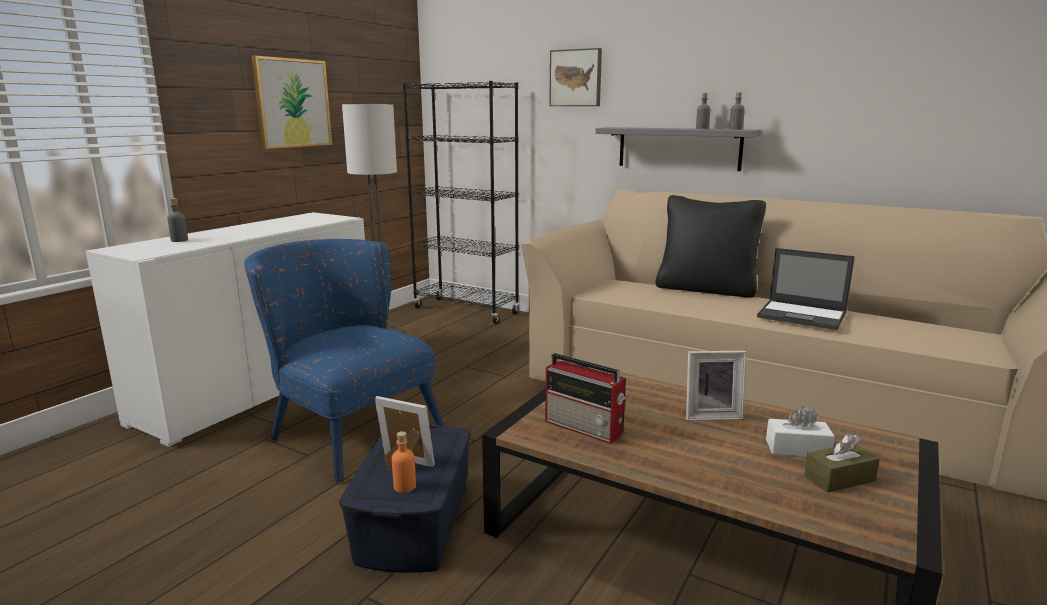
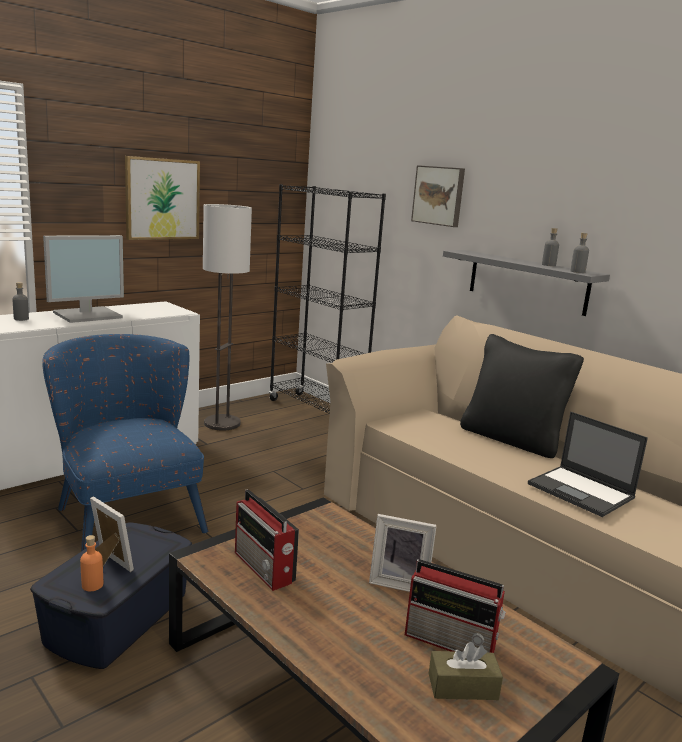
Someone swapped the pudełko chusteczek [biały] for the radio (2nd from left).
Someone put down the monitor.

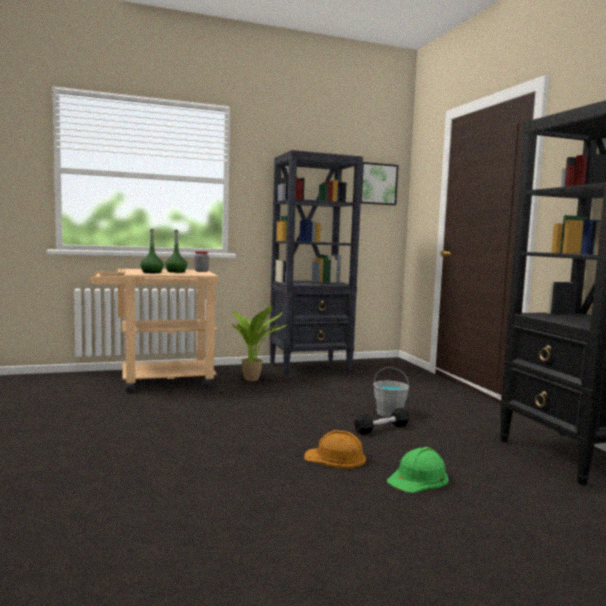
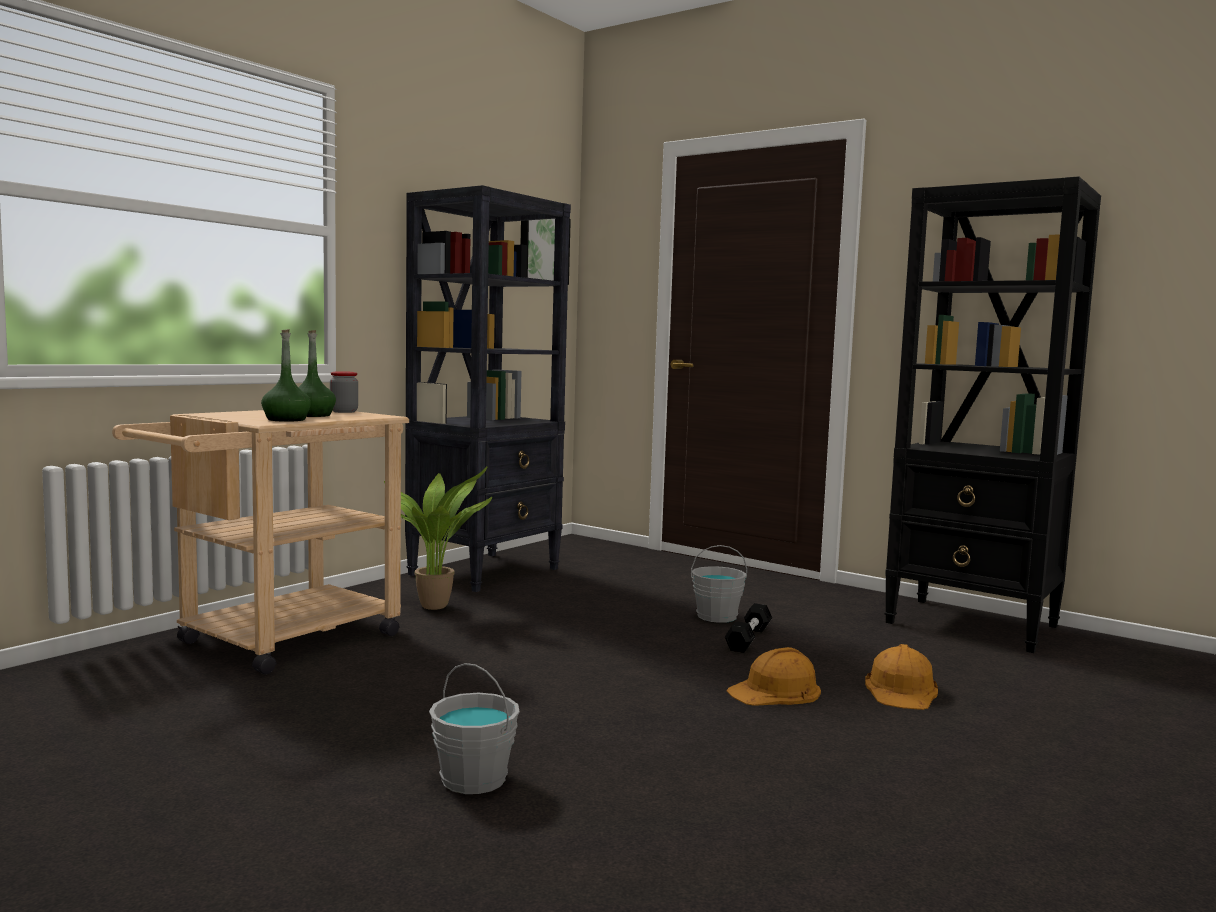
Someone repainted the kask [zielony], which became the kask [pomarańczowy] (2nd from left).
Someone put down the wiadro [szary] (1st from left).

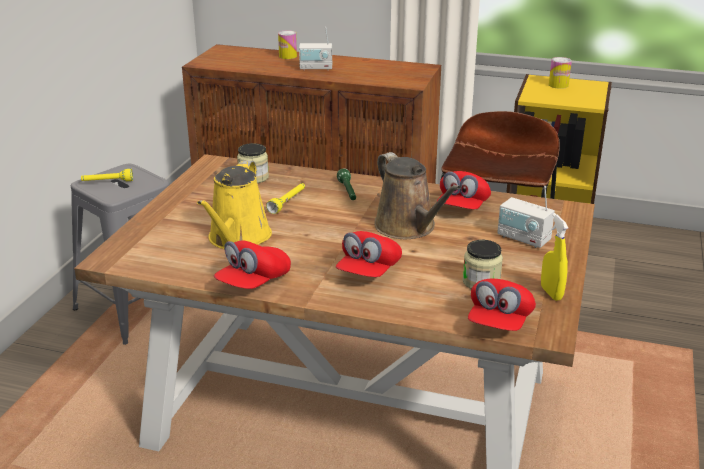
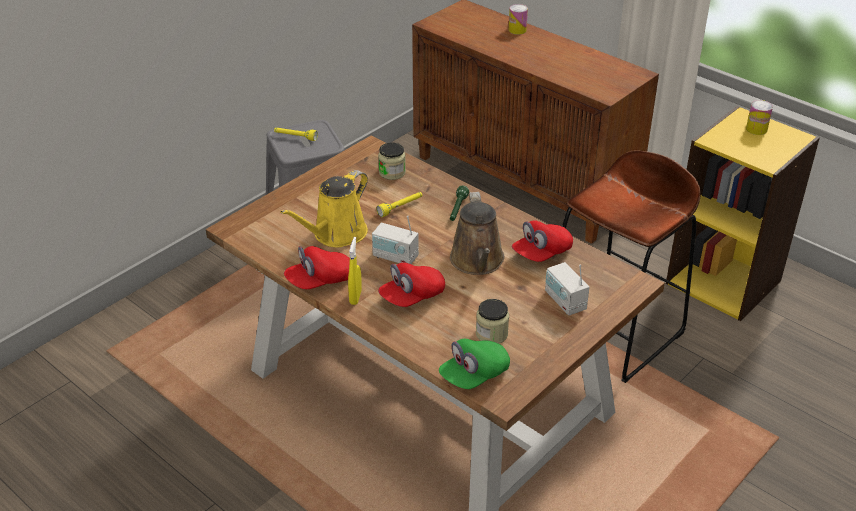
Someone carried the radio (1st from left).
Someone carried the spryskiwacz [żółty].
Someone repainted the czapka z daszkiem [czerwony] (4th from left), which became the czapka z daszkiem [zielony].

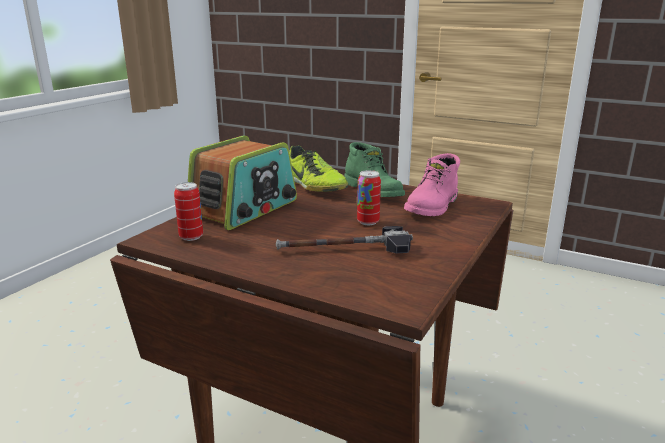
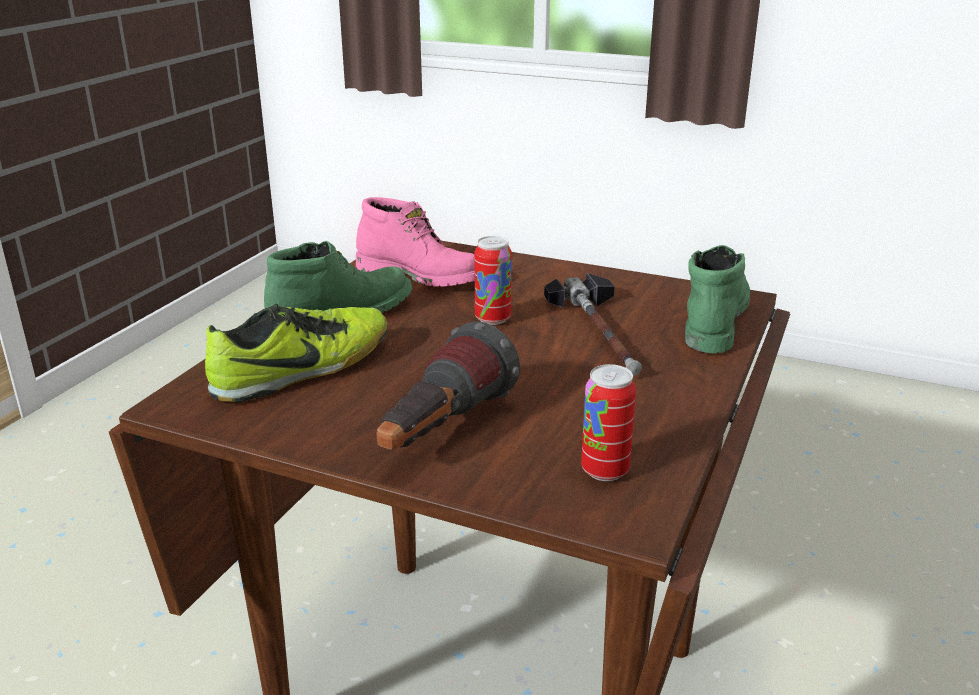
Someone swapped the radio for the latarka.
Someone put down the but z cholewką [zielony] (2nd from left).

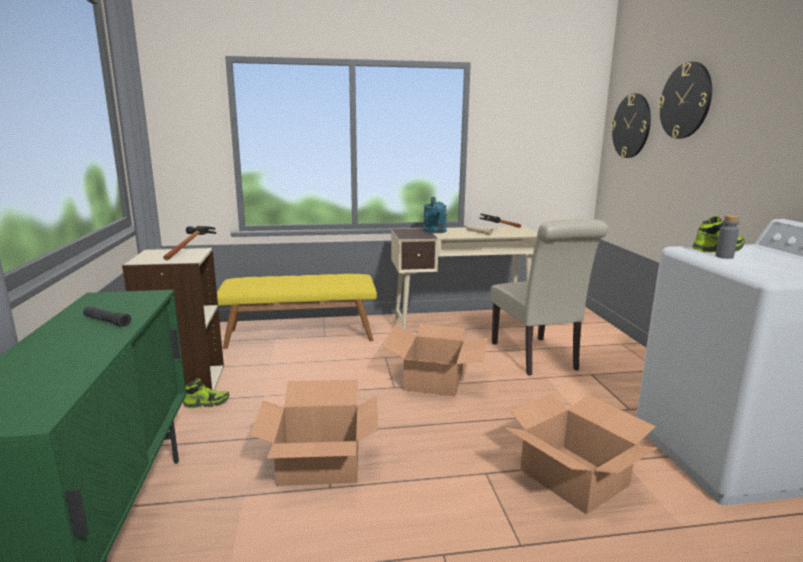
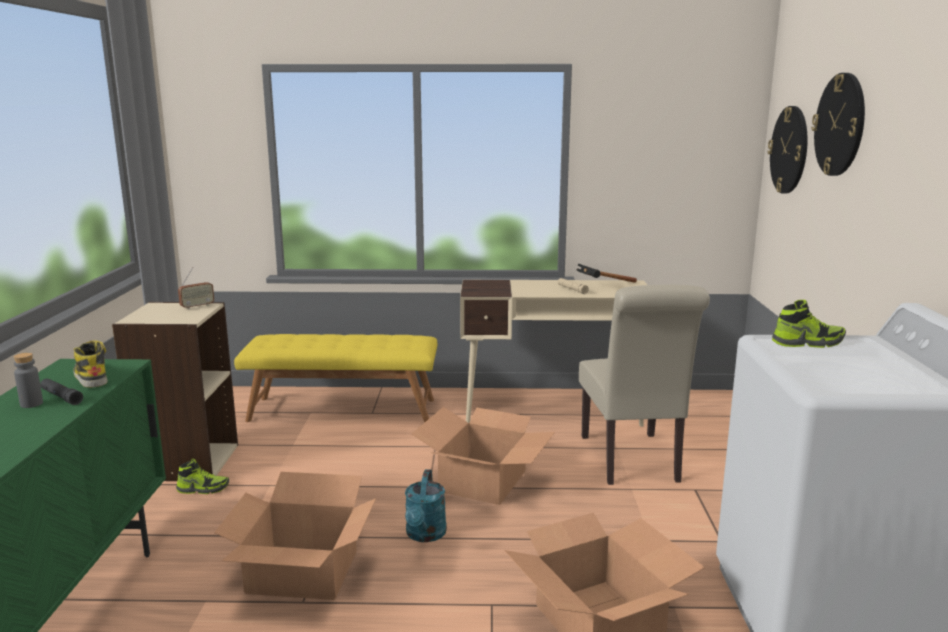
Someone carried the konewka [turkusowy].
Someone carried the butelka [szary].
Someone swapped the młotek (1st from left) for the radio.
Someone put down the but z cholewką.

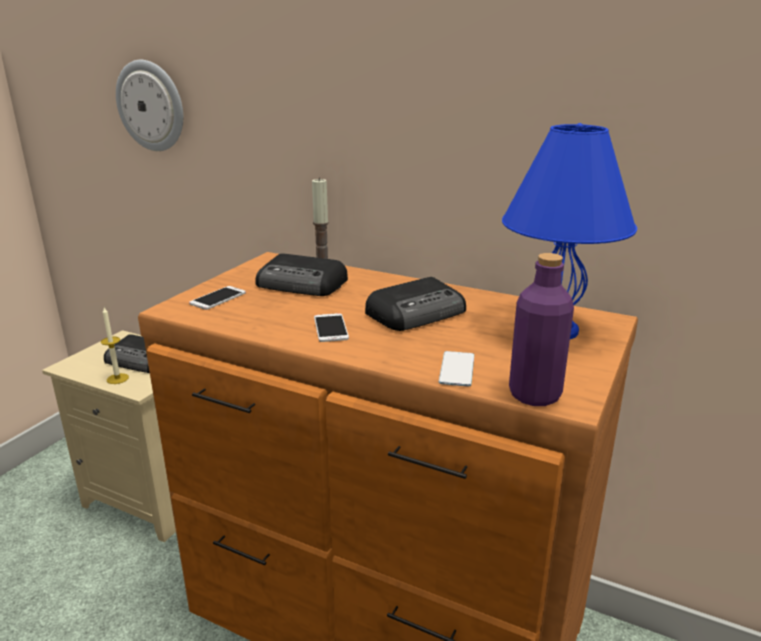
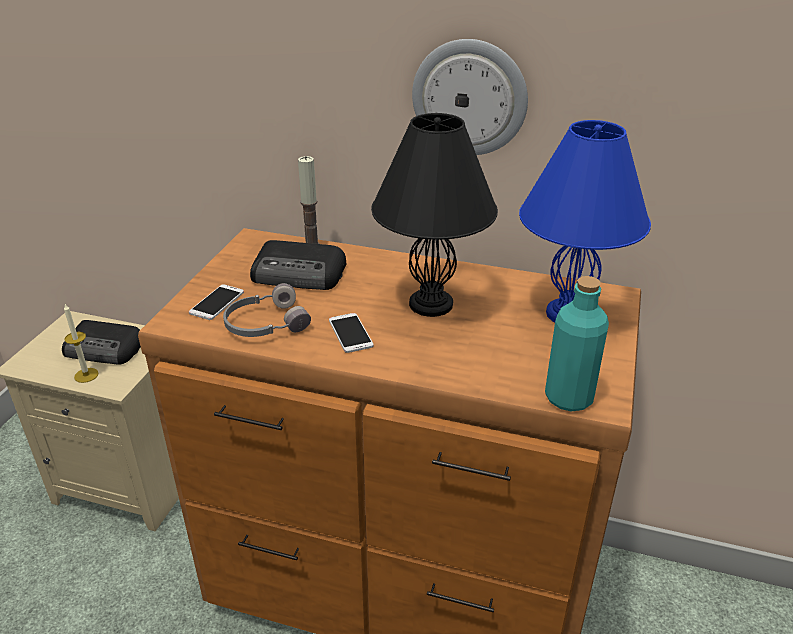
Someone carried the zegar ścienny.
Someone repainted the butelka [fioletowy], which became the butelka [turkusowy].
Someone swapped the radio (3rd from left) for the lampa stołowa [czarny].
Someone took away the telefon (3rd from left).
Someone put down the słuchawki [szary].

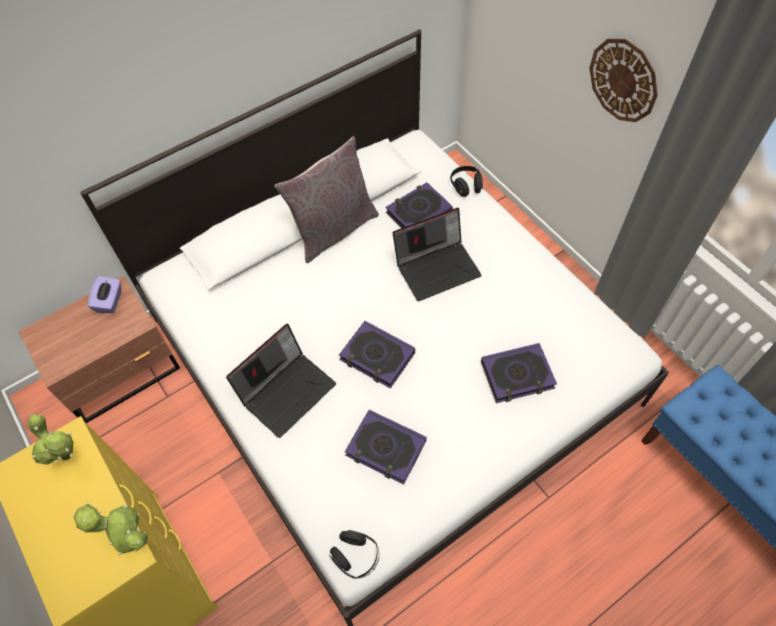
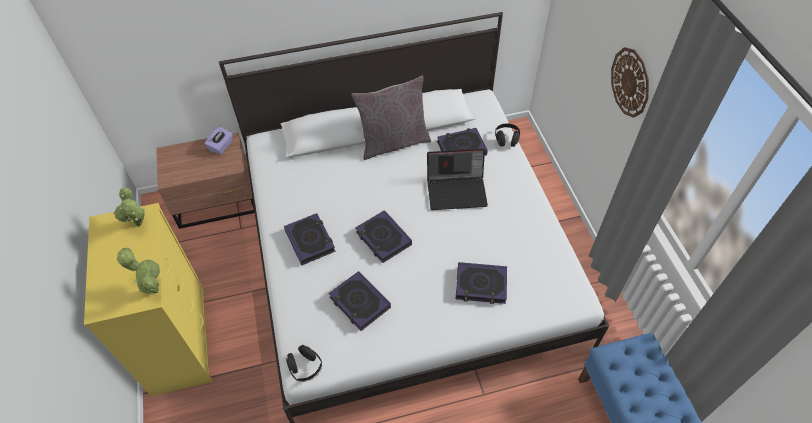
Someone swapped the laptop (1st from left) for the książka (1st from left).

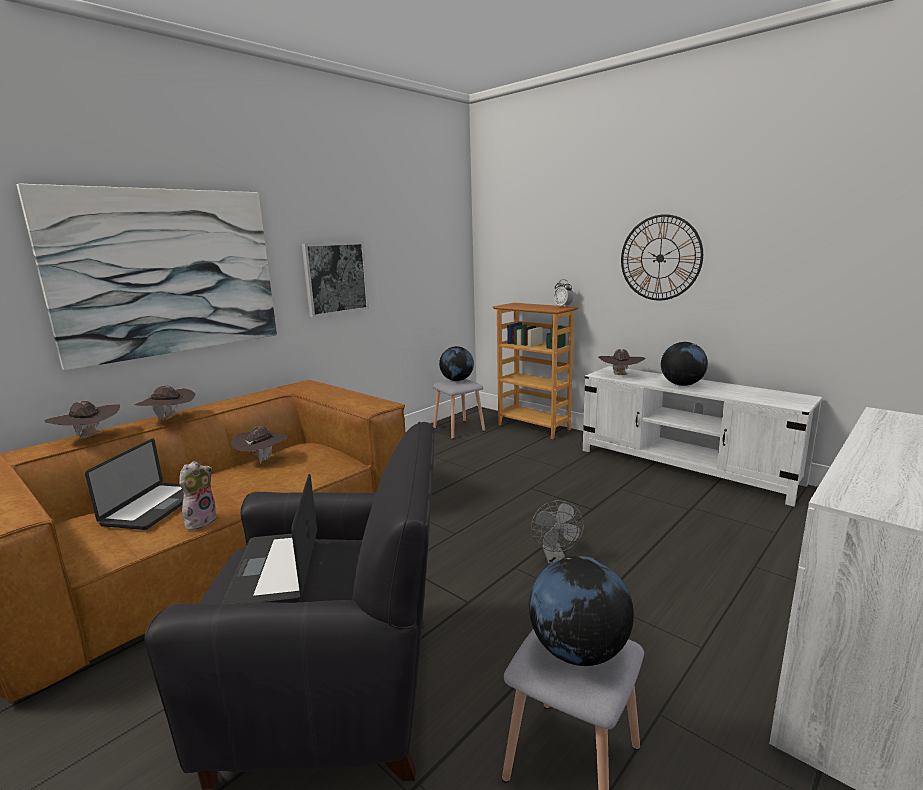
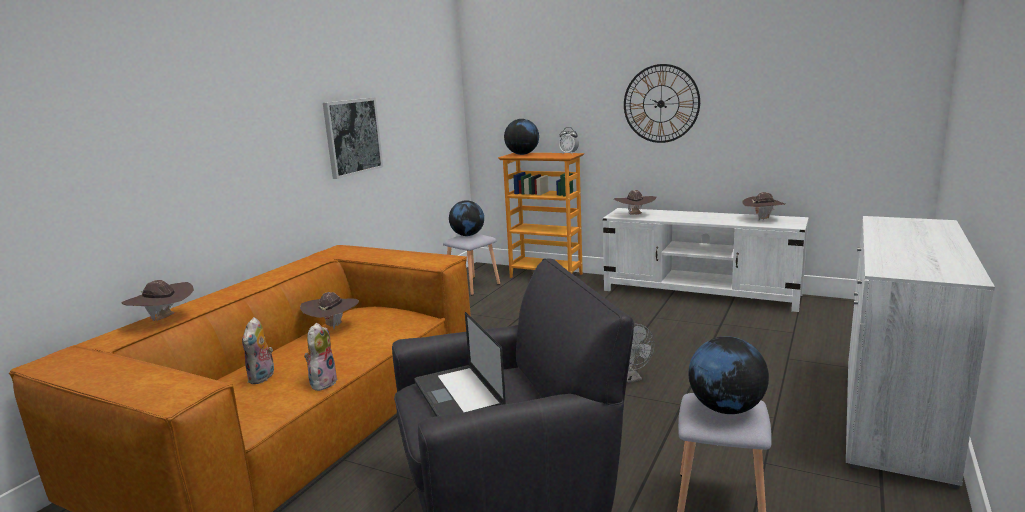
Someone took away the obraz (1st from left).
Someone carried the globus (3rd from left in the first image).
Someone carried the kapelusz [brązowy] (2nd from left in the first image).
Someone swapped the laptop (1st from left) for the pluszak (1st from left).

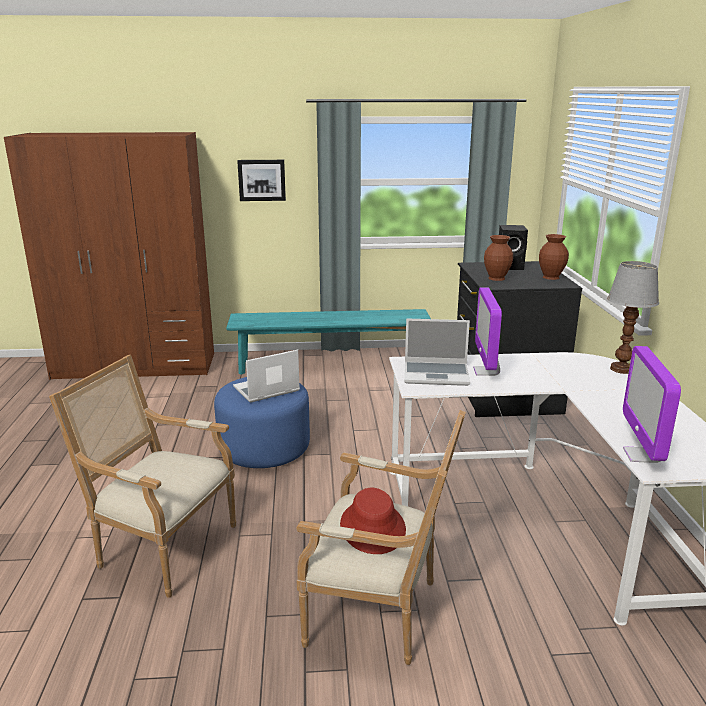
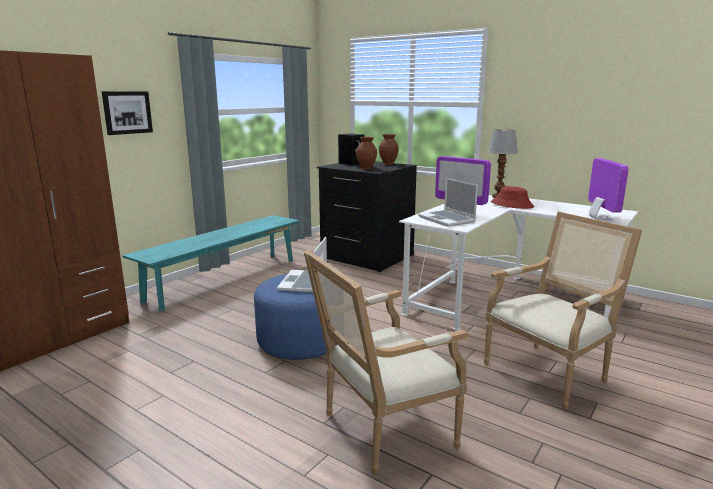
Someone rotated the laptop (2nd from left) by 105 degrees clockwise.
Someone rotated the monitor (2nd from left) by 135 degrees counterclockwise.
Someone carried the kapelusz [czerwony].

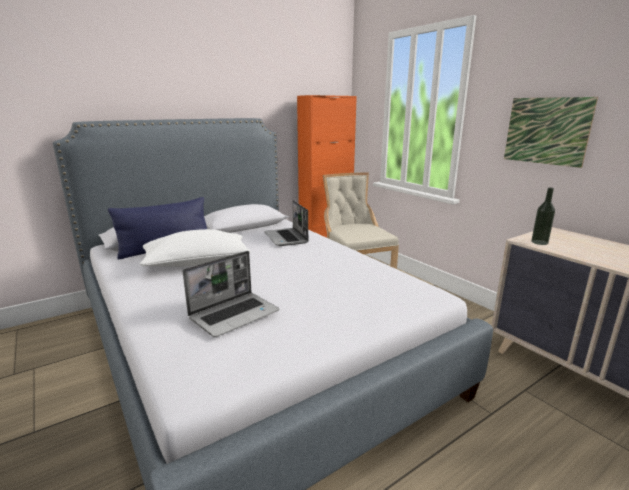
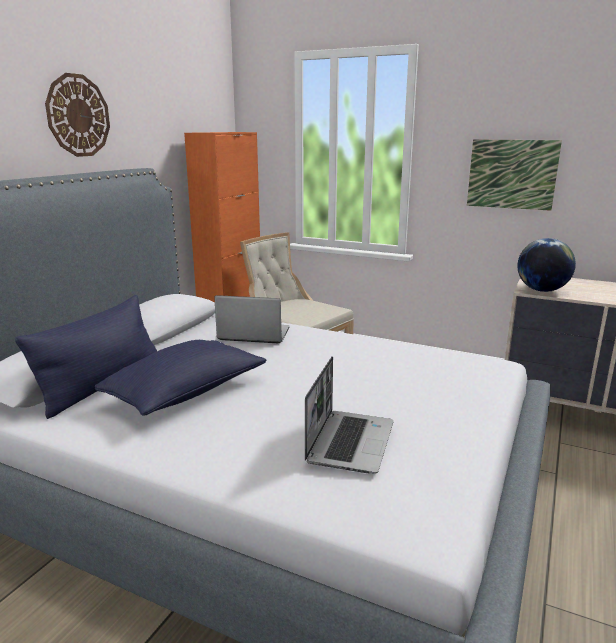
Someone swapped the butelka for the globus.
Someone rotated the laptop (2nd from left in the first image) by 150 degrees clockwise.
Someone repainted the poduszka [biały], which became the poduszka [niebieski] (2nd from left).
Someone put up the zegar ścienny.

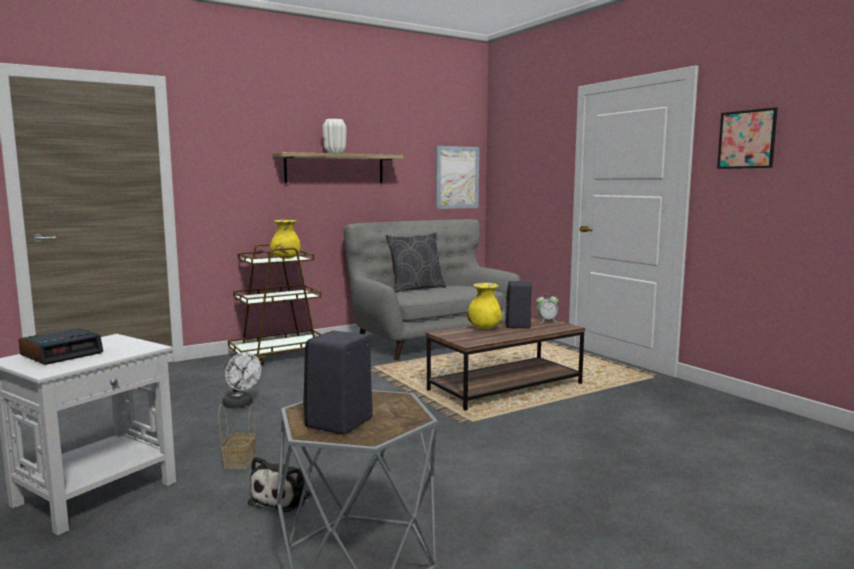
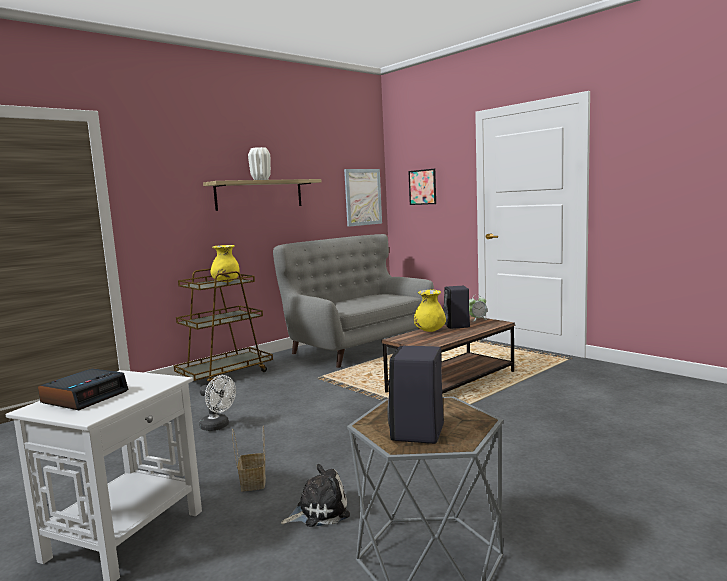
Someone carried the obraz (2nd from left).
Someone took away the poduszka [szary].
Someone rotated the pluszak by 120 degrees counterclockwise.

